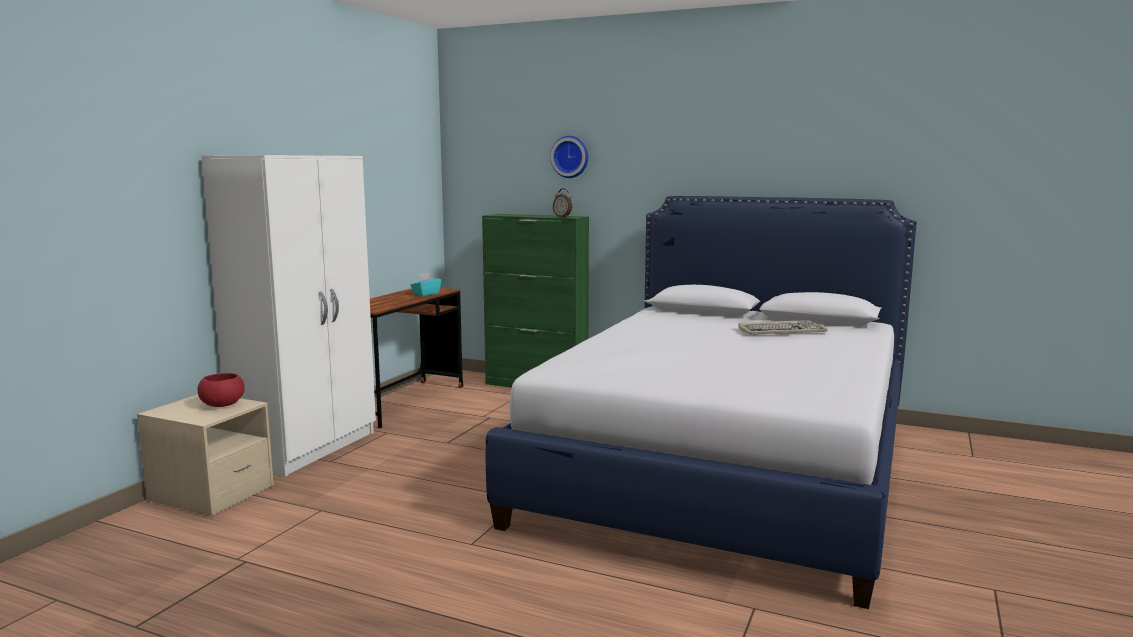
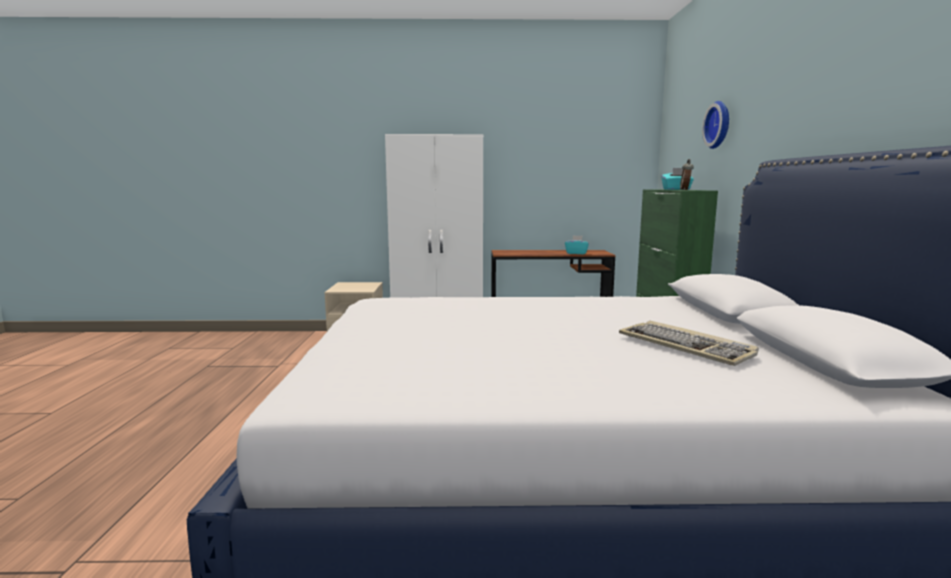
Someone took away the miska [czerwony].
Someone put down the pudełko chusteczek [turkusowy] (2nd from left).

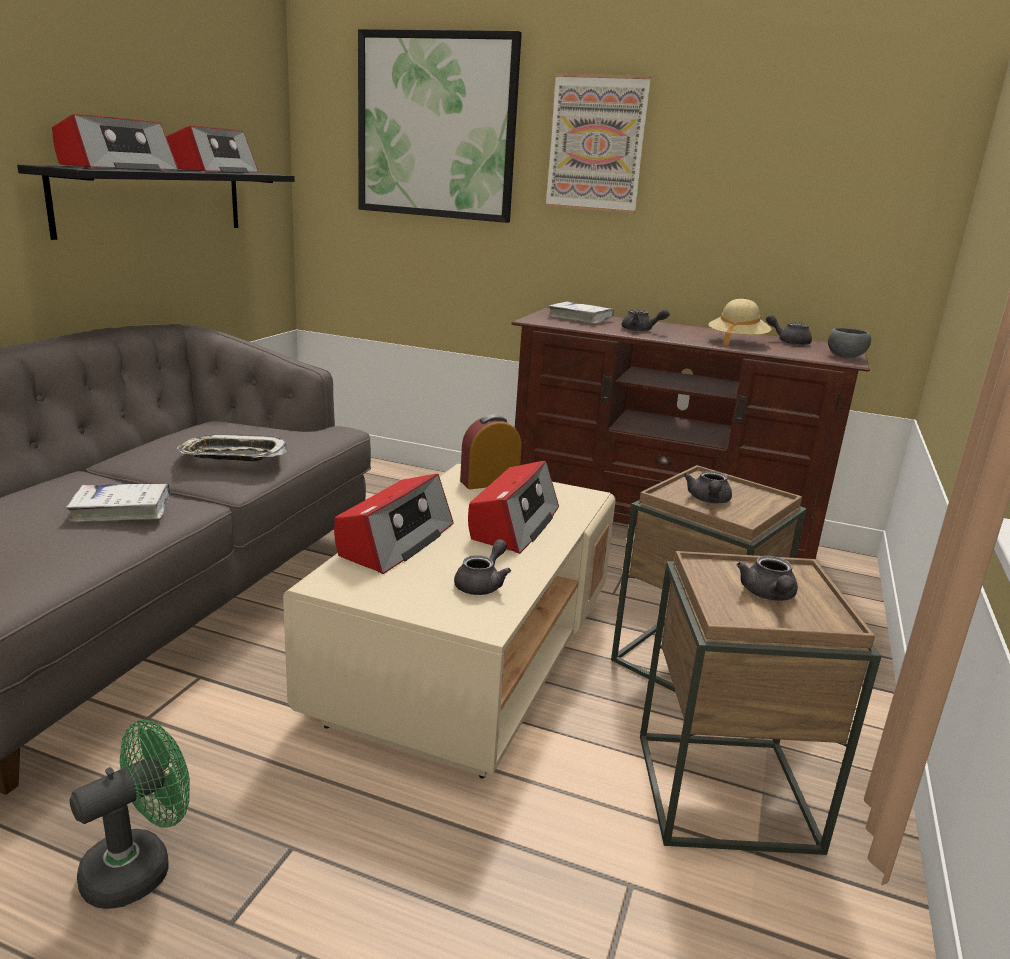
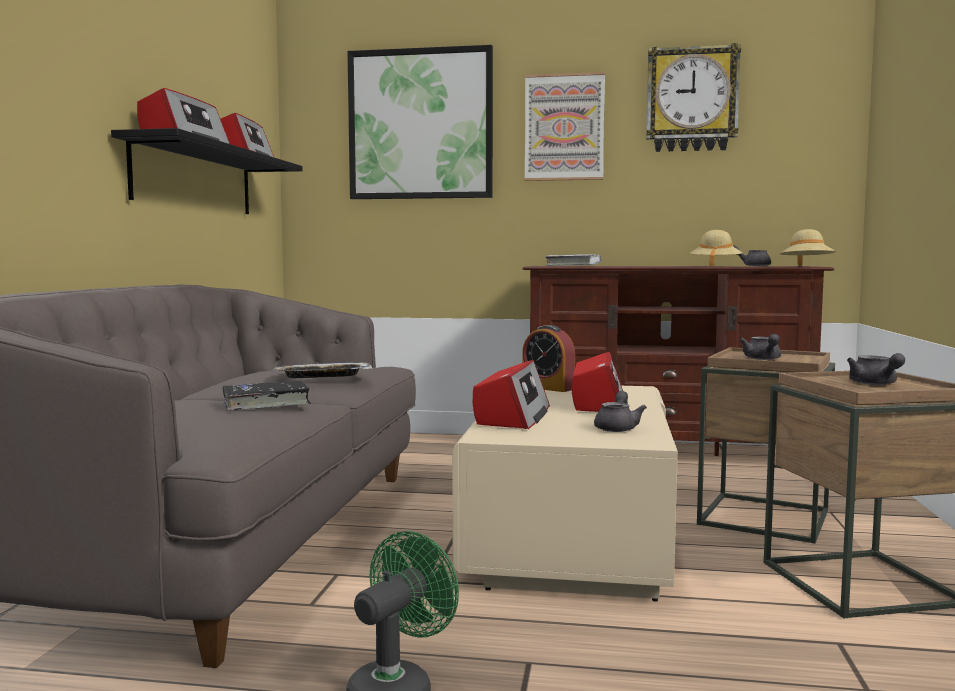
Someone took away the imbryk [szary] (2nd from left).
Someone swapped the miska [szary] for the kapelusz [beżowy] (2nd from left).
Someone rotated the budzik by 105 degrees counterclockwise.
Someone repainted the książka [biały] (1st from left), which became the książka [czarny].
Someone put up the zegar ścienny.

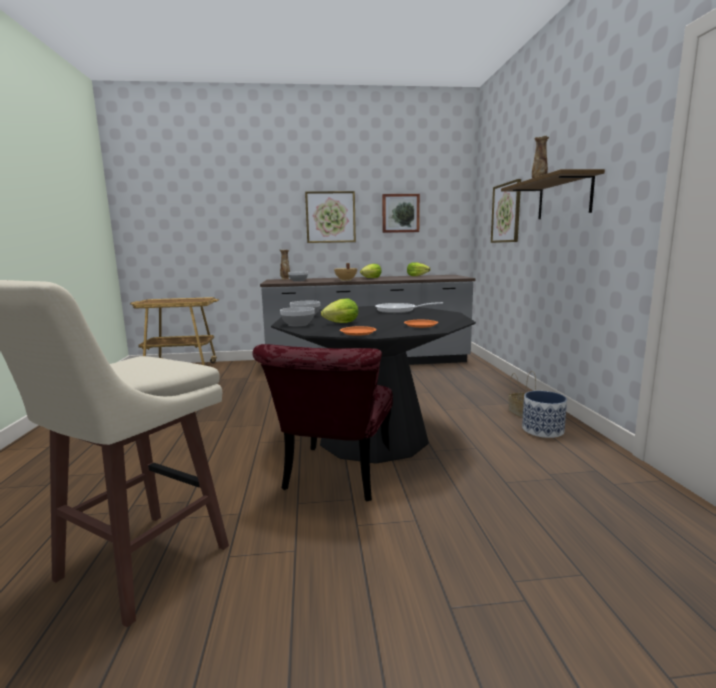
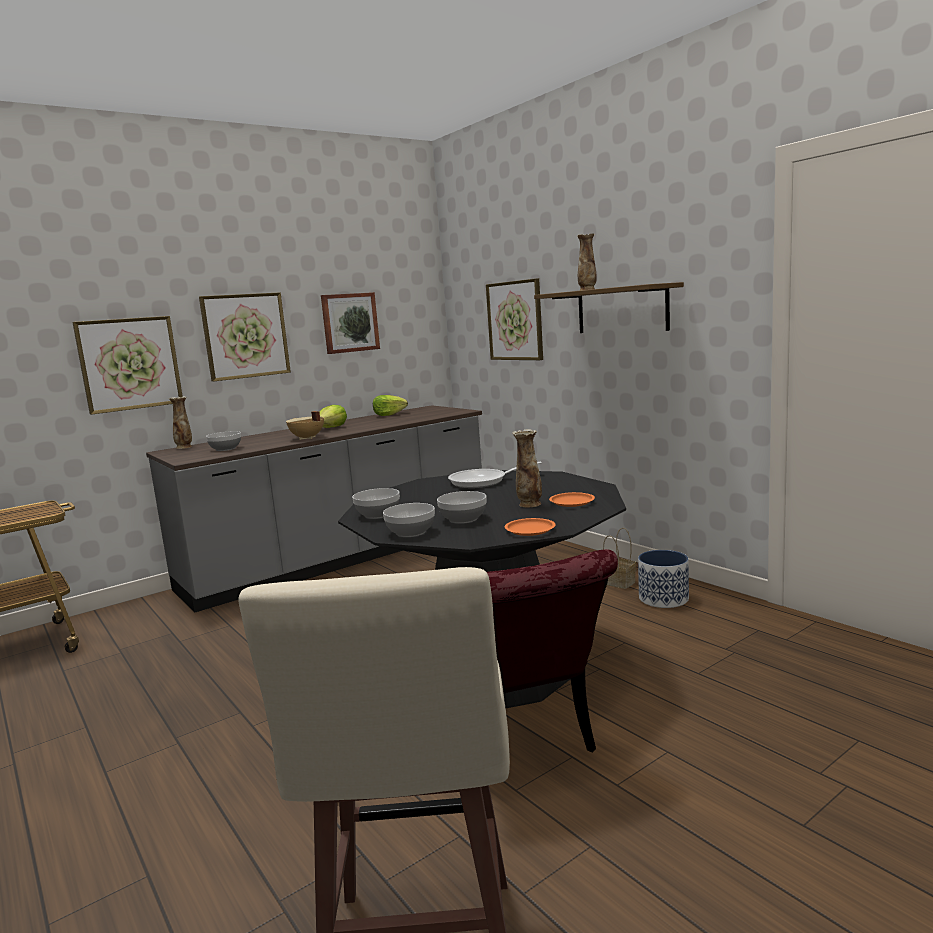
Someone swapped the sałata (1st from left) for the miska (4th from left).
Someone put up the obraz (1st from left).
Someone put down the wazon (2nd from left).

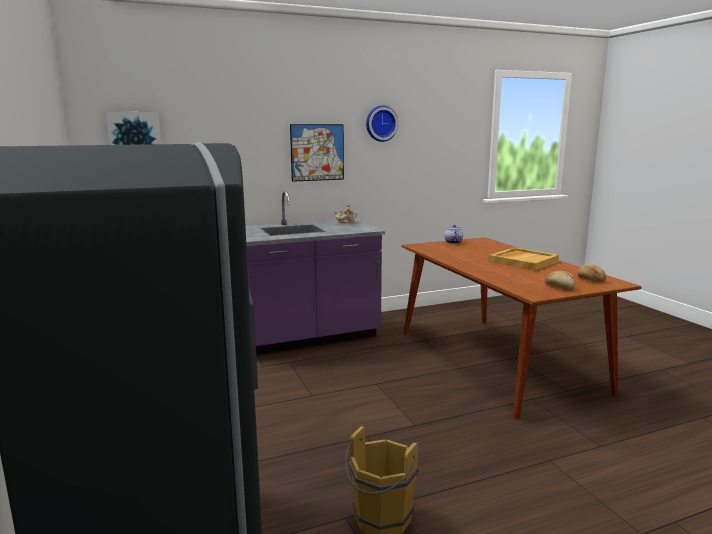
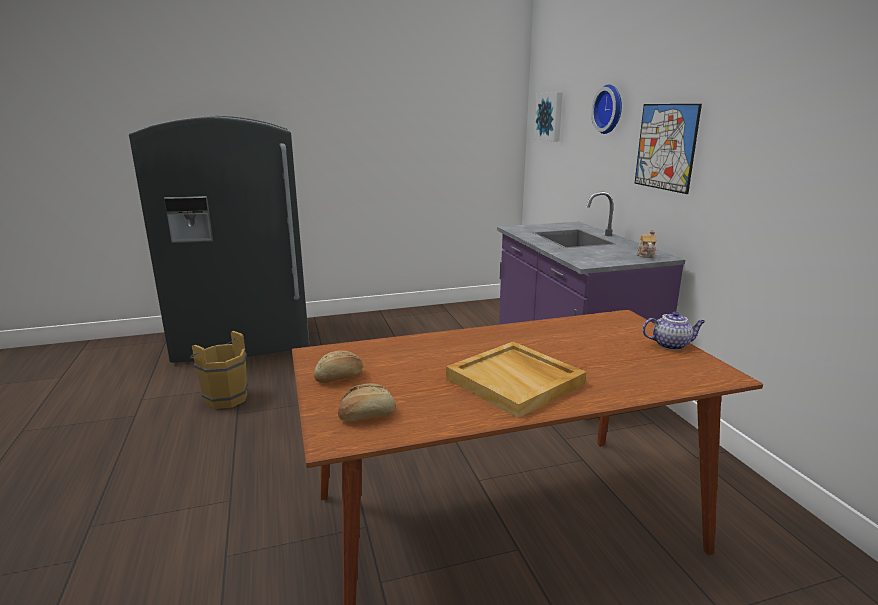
Someone carried the zegar ścienny.

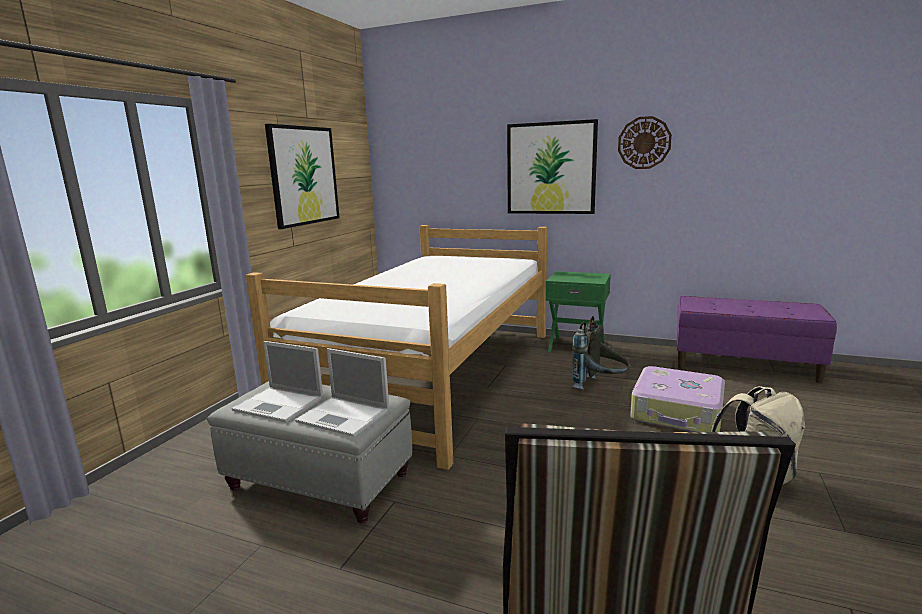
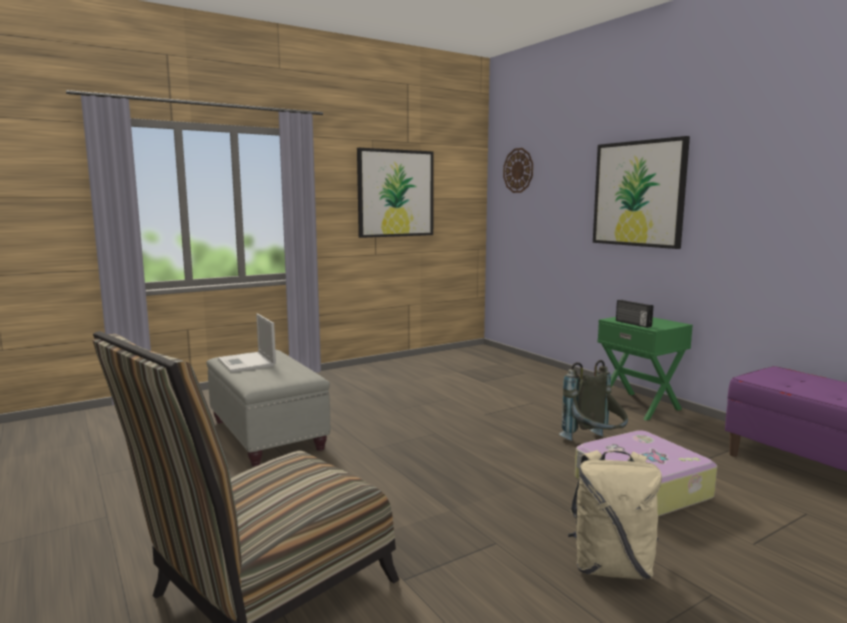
Someone carried the zegar ścienny.
Someone took away the łóżko.
Someone took away the laptop (2nd from left).
Someone put down the radio.

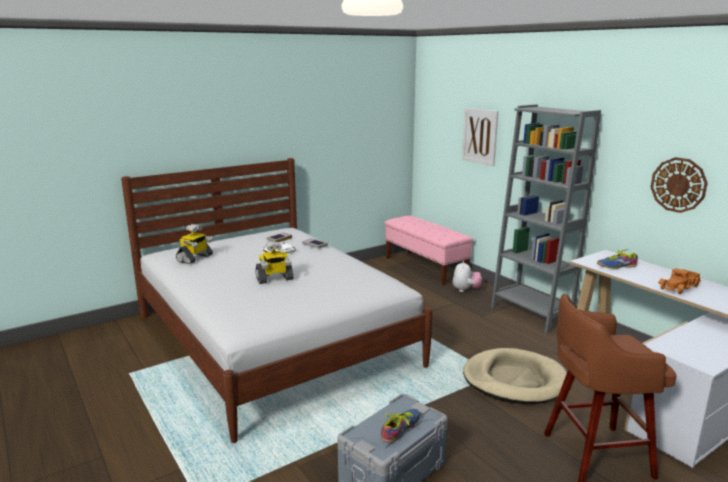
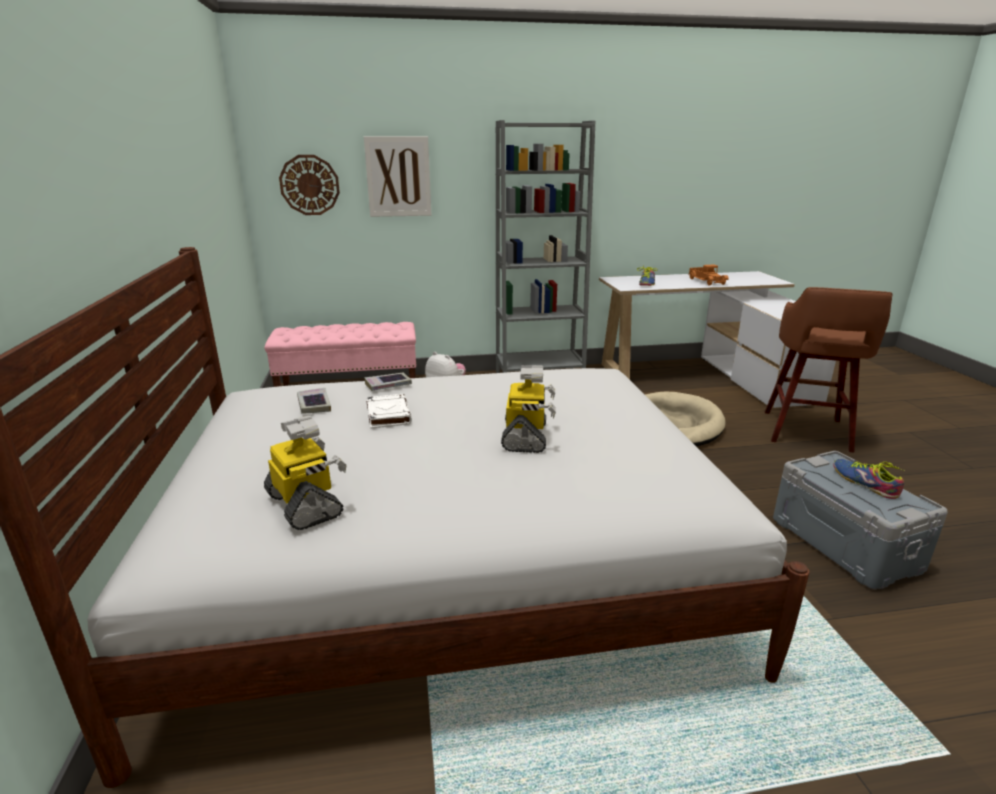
Someone carried the zegar ścienny.

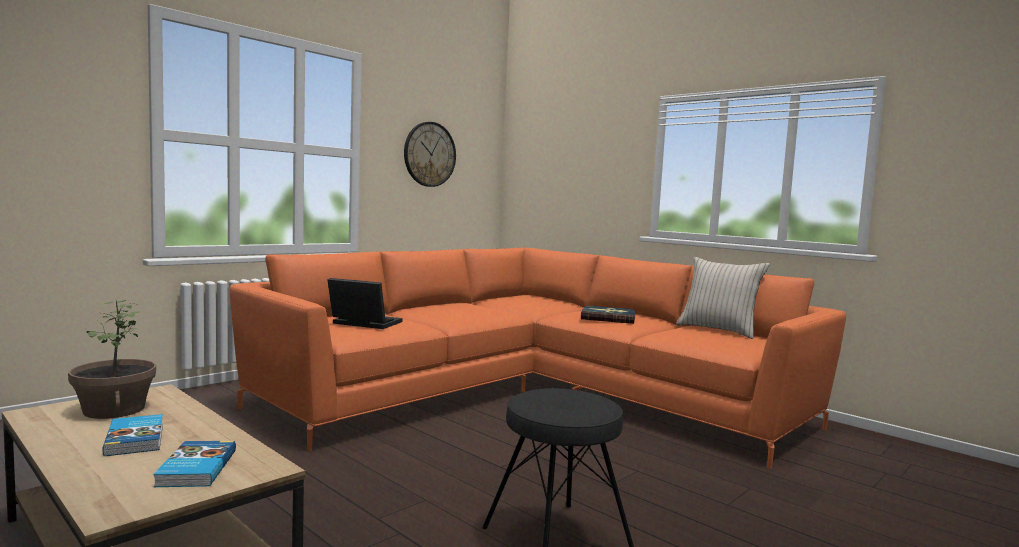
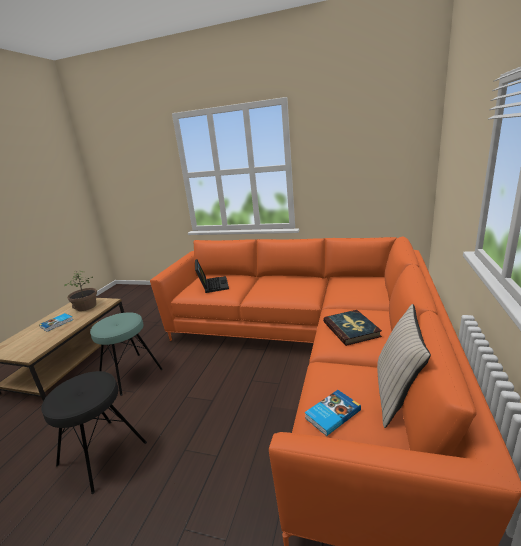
Someone took away the zegar ścienny.
Someone carried the książka (2nd from left).
Someone put down the stołek [turkusowy].

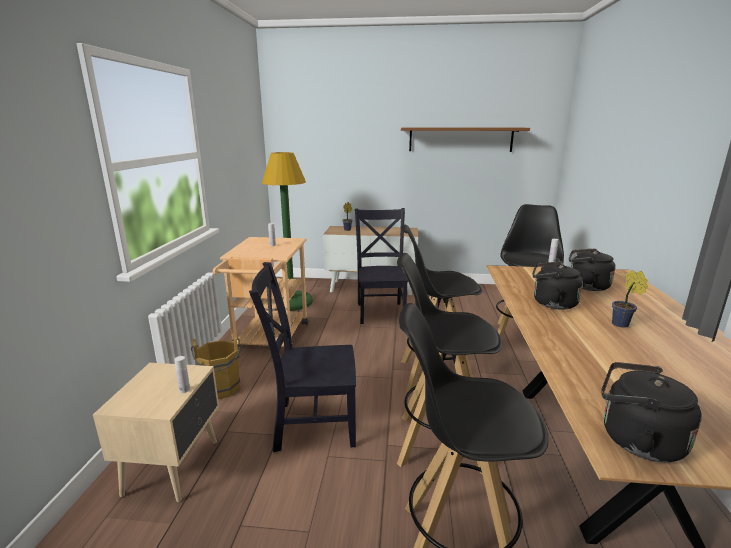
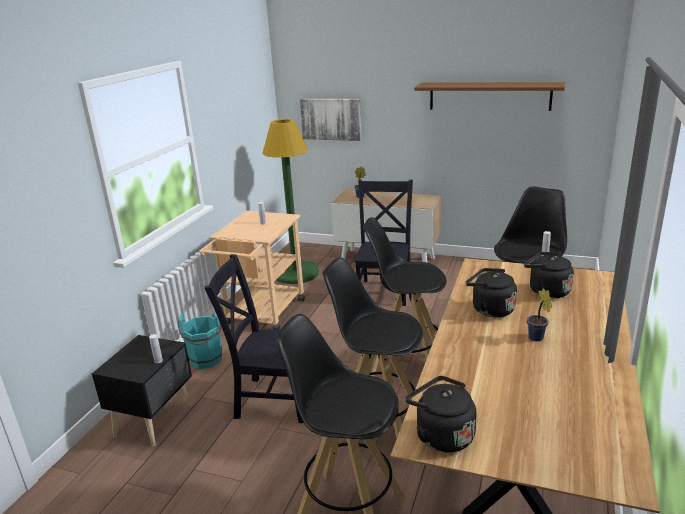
Someone repainted the wiadro [brązowy], which became the wiadro [turkusowy].
Someone repainted the szafka nocna [beżowy], which became the szafka nocna [czarny].
Someone put up the obraz.

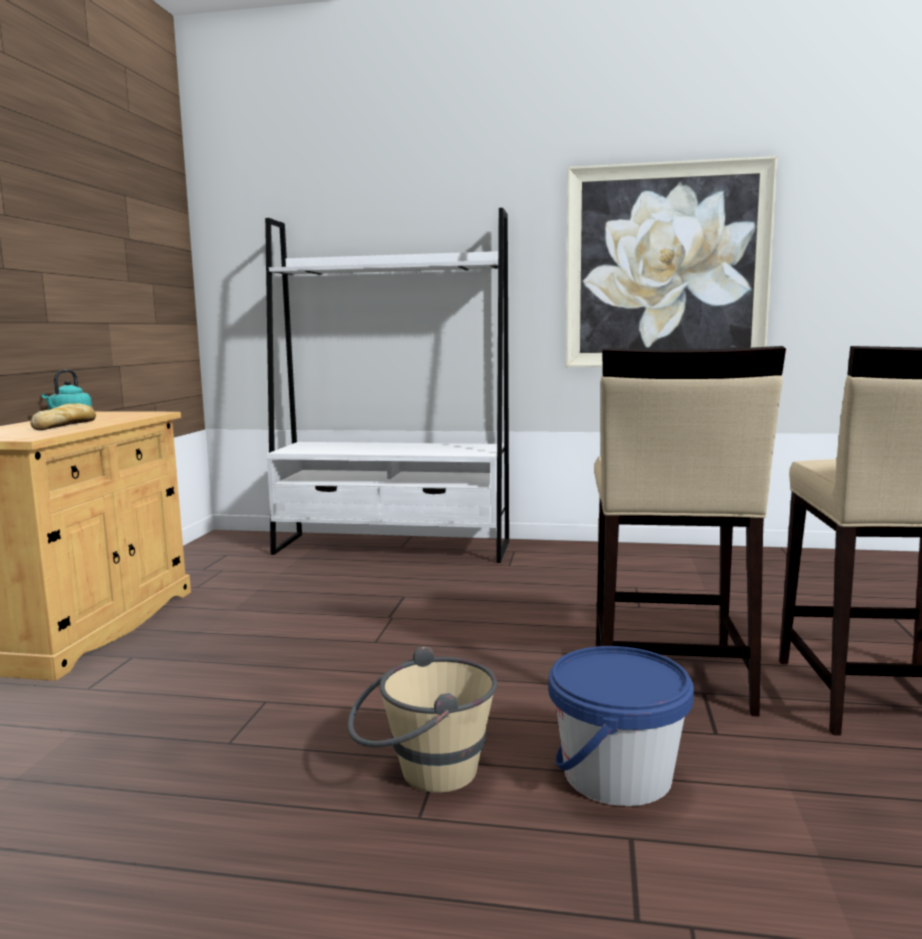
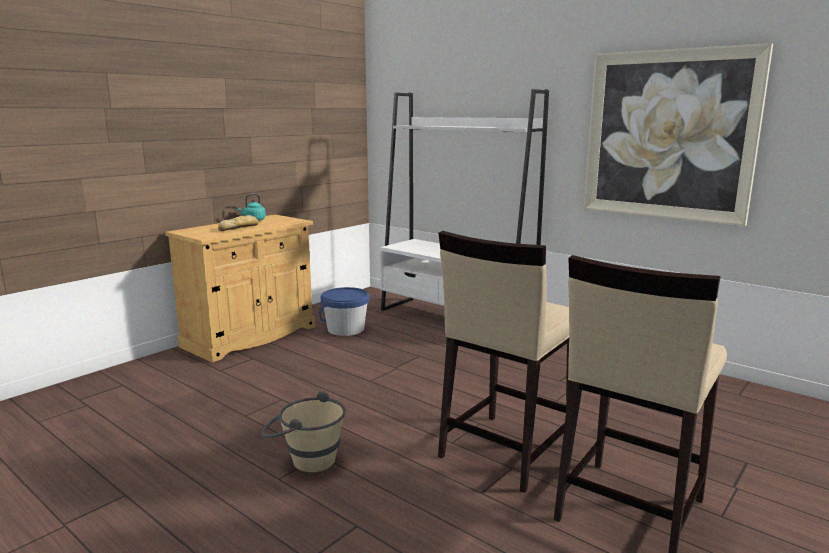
Someone carried the wiadro [niebieski].

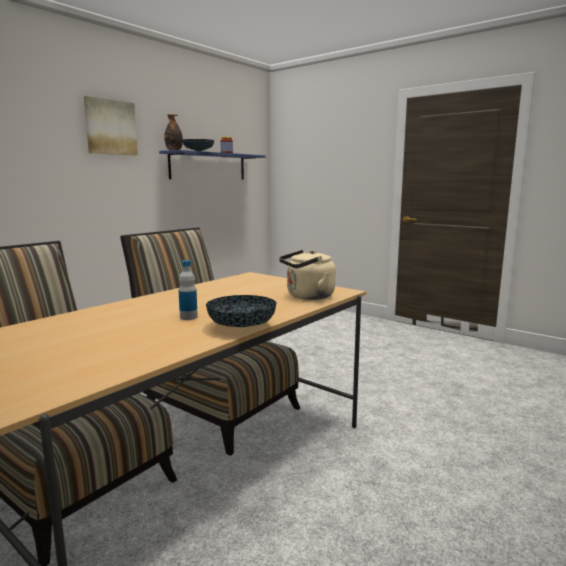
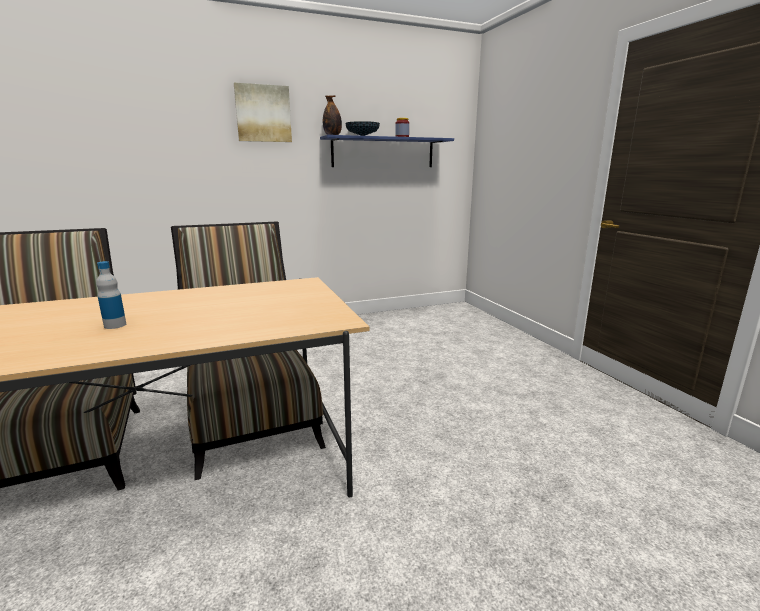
Someone took away the czajnik [beżowy].
Someone took away the miska (2nd from left).

